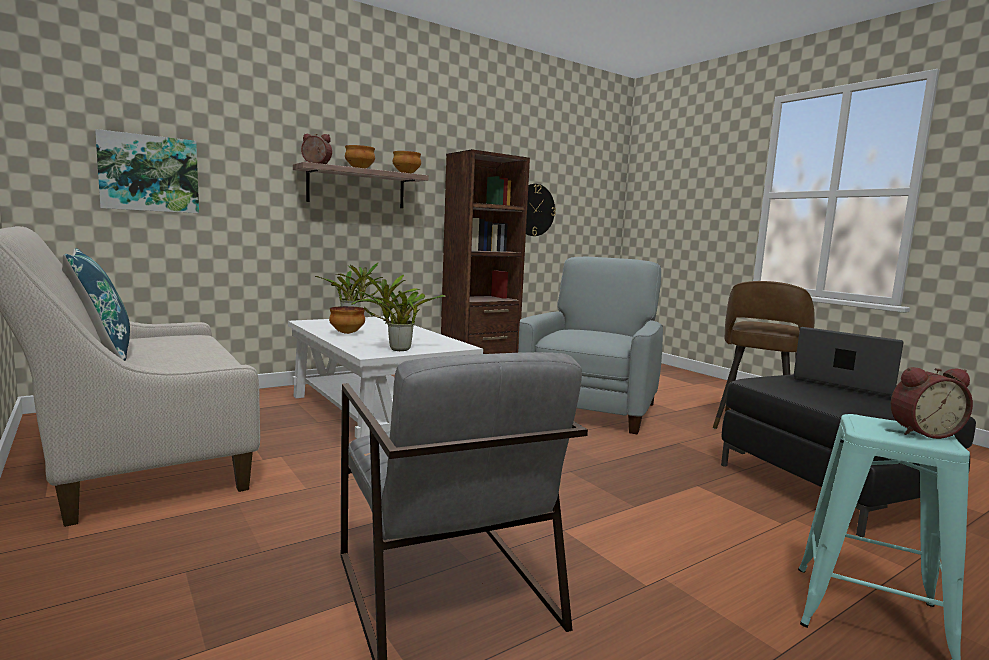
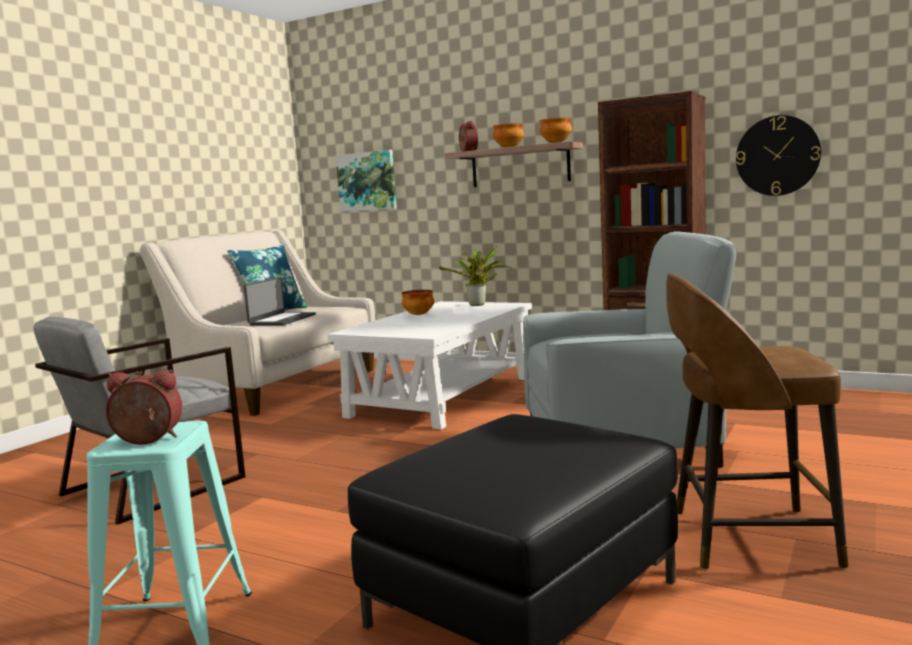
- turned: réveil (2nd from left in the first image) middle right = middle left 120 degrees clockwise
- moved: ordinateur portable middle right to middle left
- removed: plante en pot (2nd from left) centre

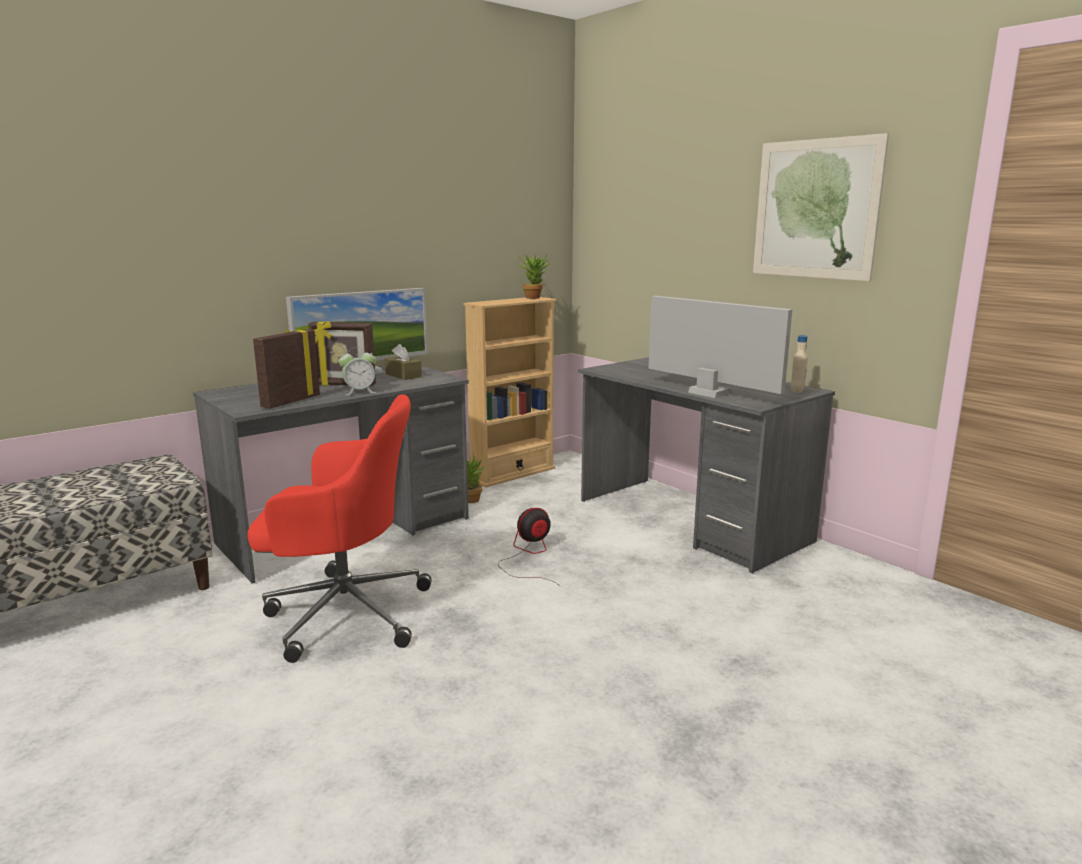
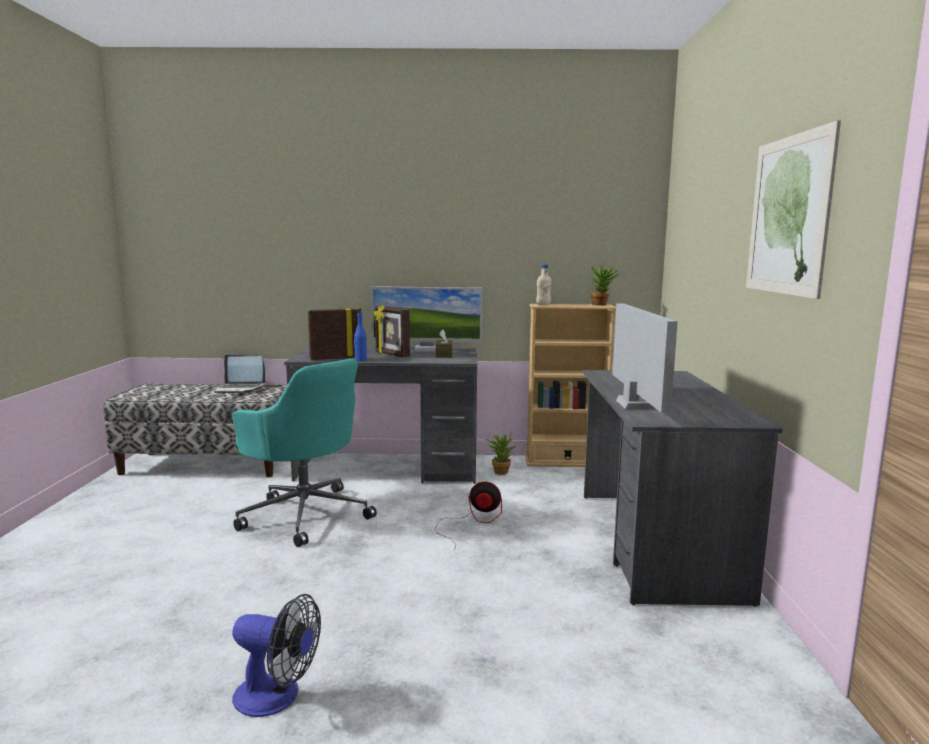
- added: ordinateur portable middle left
- recoloured: chaise de bureau/rouge middle left to chaise de bureau/turquoise middle left
- added: ventilateur (1st from left) bottom left
- added: bouteille/bleu centre
- moved: bouteille/beige middle right to centre
- removed: réveil middle left

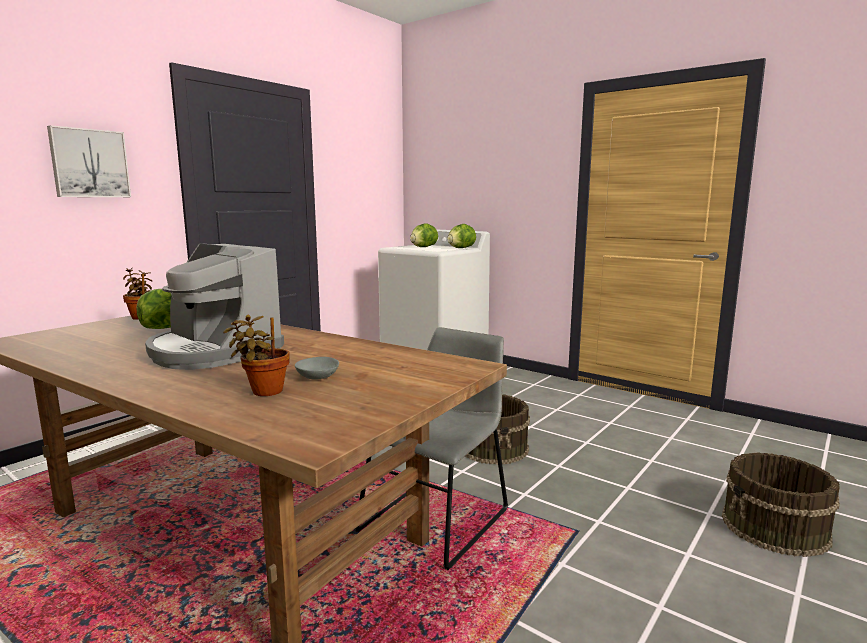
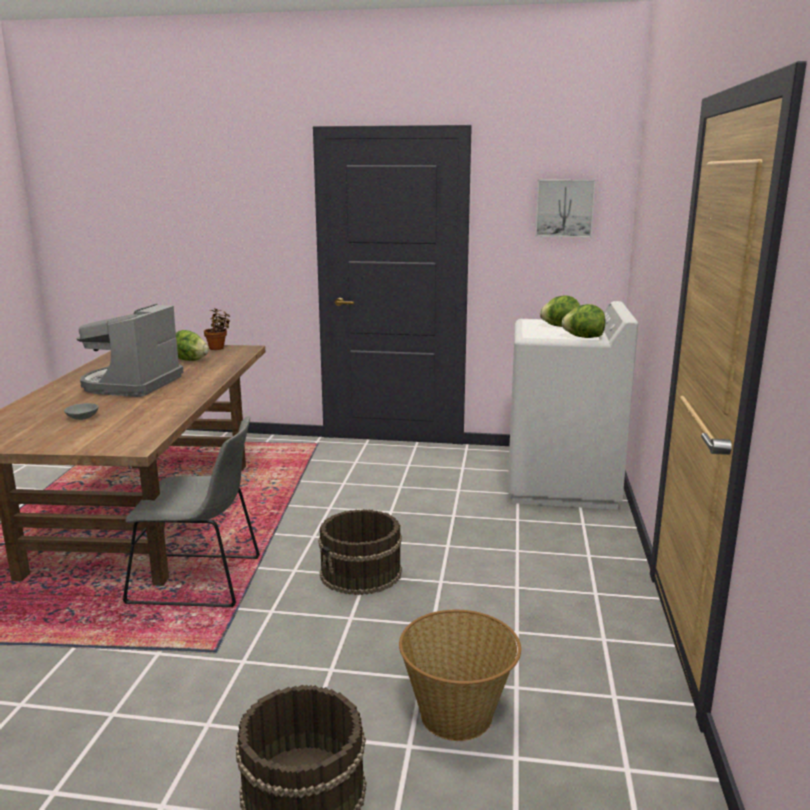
- added: panier bottom centre
- moved: tableau top left to top right
- removed: plante en pot (2nd from left) middle left

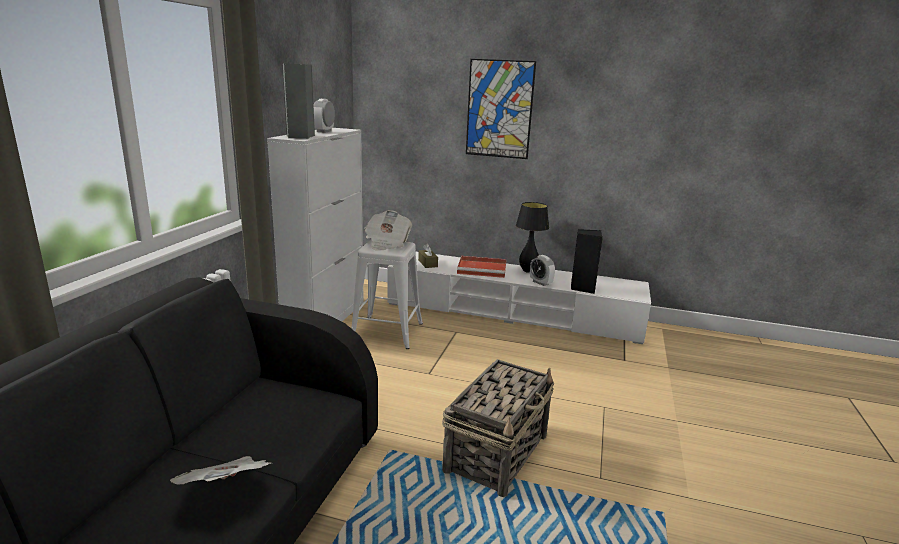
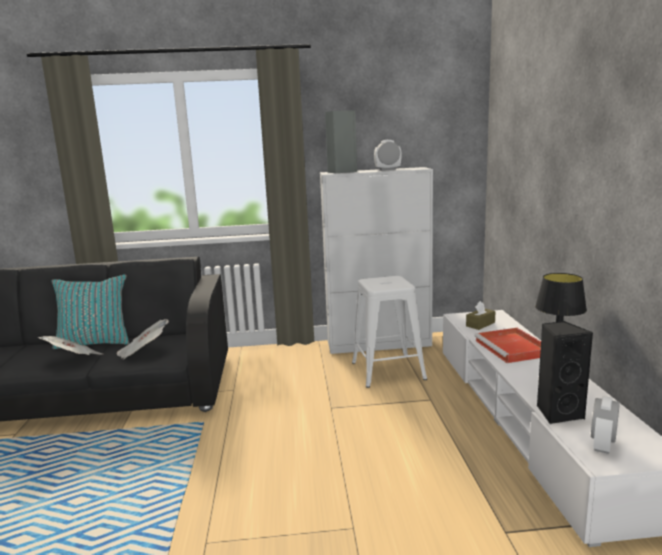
- added: coussin/turquoise middle left
- moved: journal (2nd from left) centre to middle left
- moved: réveil (2nd from left) centre to bottom right
- removed: panier bottom centre
- removed: tableau top centre

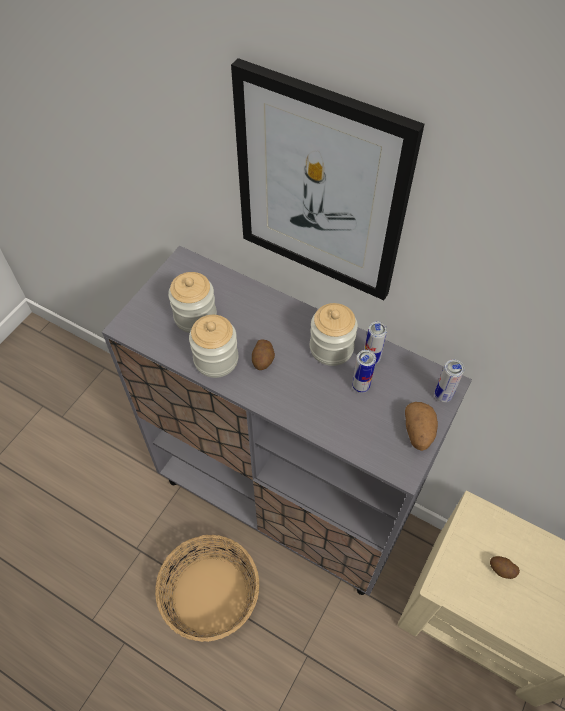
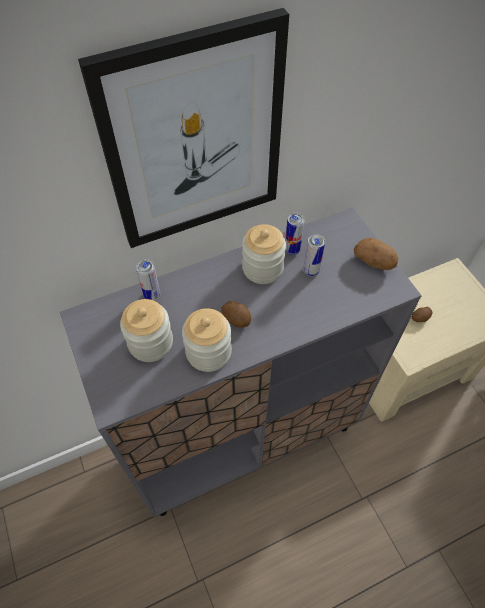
- moved: boîte métallique (3rd from left in the first image) middle right to boîte métallique (1st from left) middle left
- removed: panier bottom centre

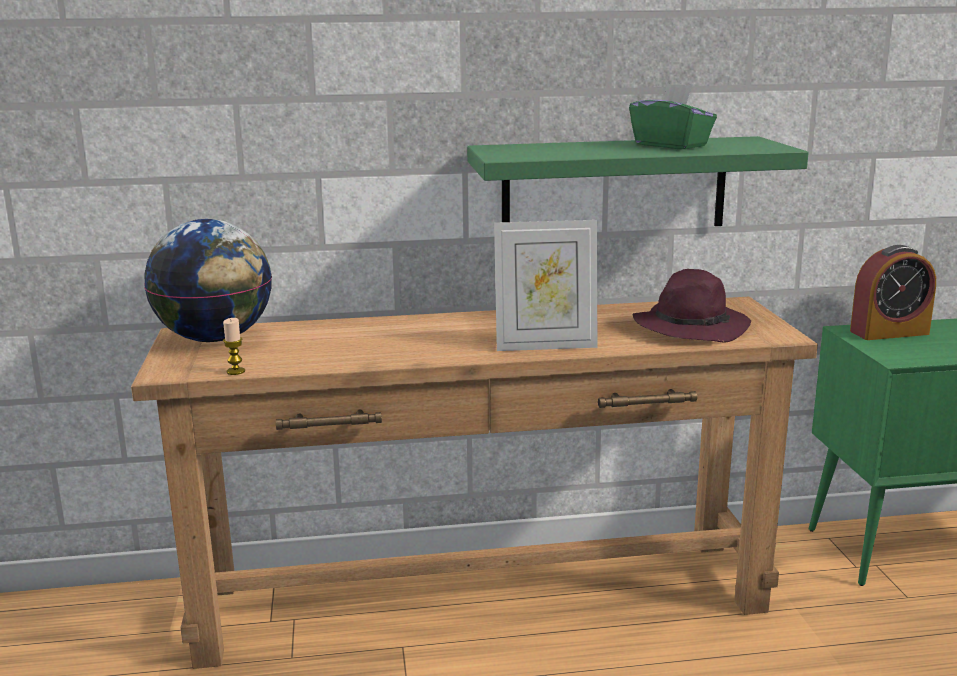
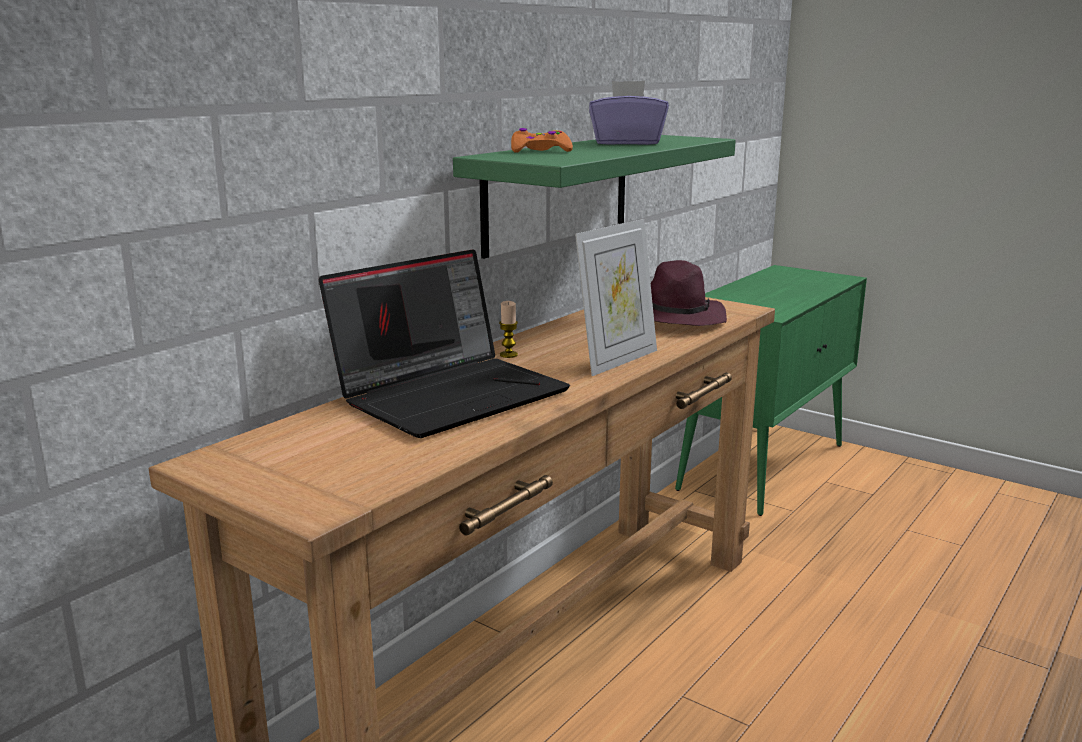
- added: ordinateur portable centre
- moved: bougie middle left to centre
- added: manette/orange top centre
- recoloured: boîte à mouchoirs/vert top right to boîte à mouchoirs/violet top centre
- removed: globe middle left
- removed: réveil middle right

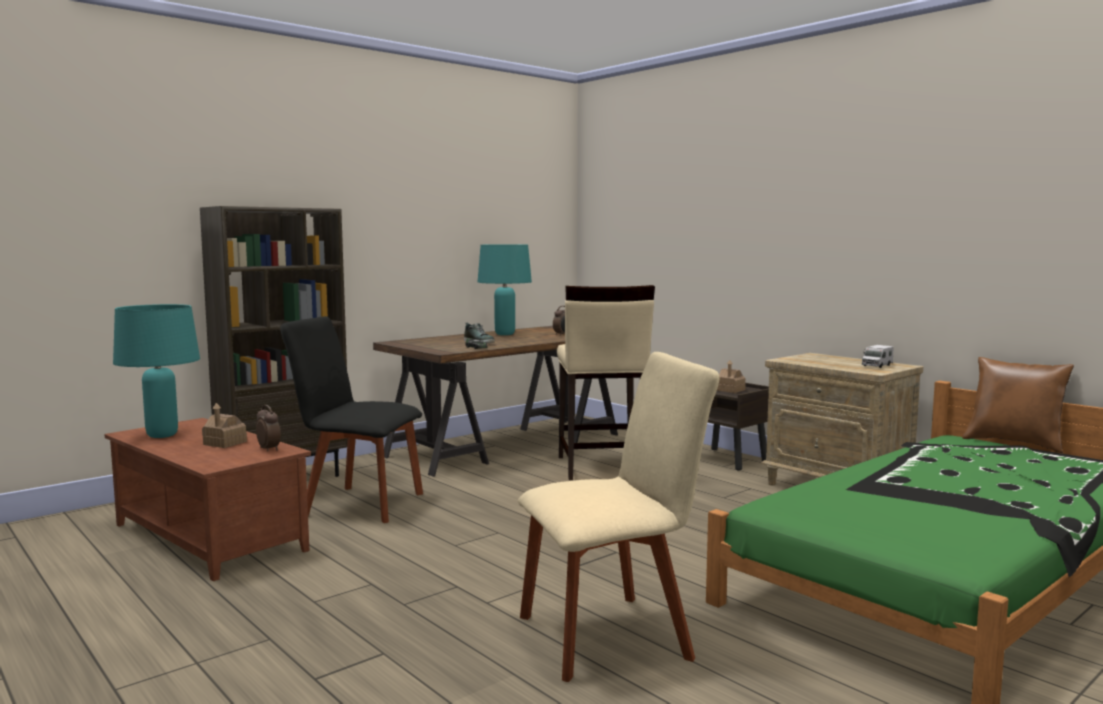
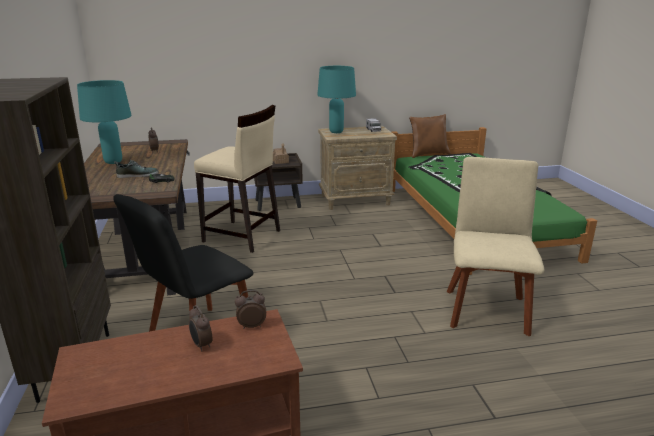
- replaced: maison miniature (1st from left) middle left to réveil (2nd from left) bottom left
- moved: lampe de table/turquoise (1st from left in the first image) middle left to lampe de table/turquoise (2nd from left) top centre

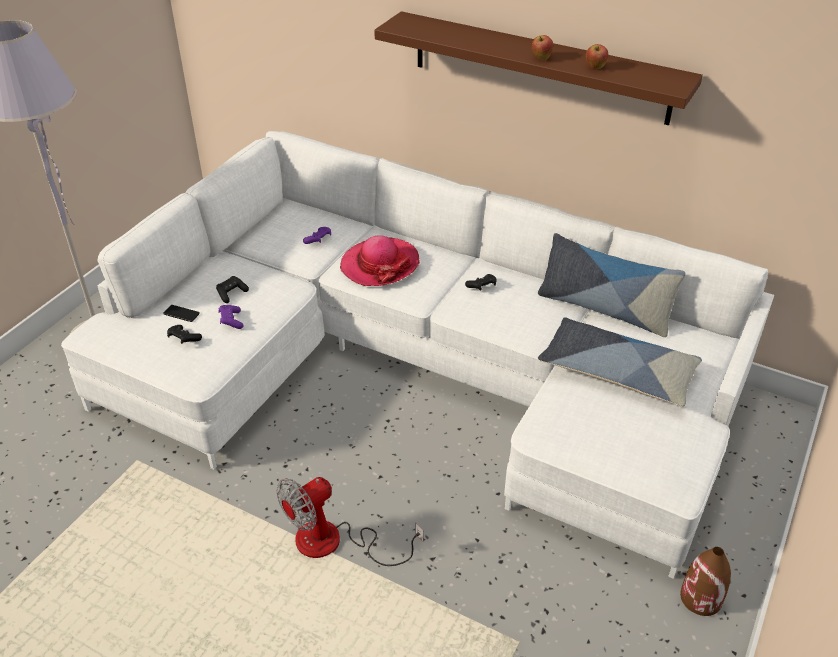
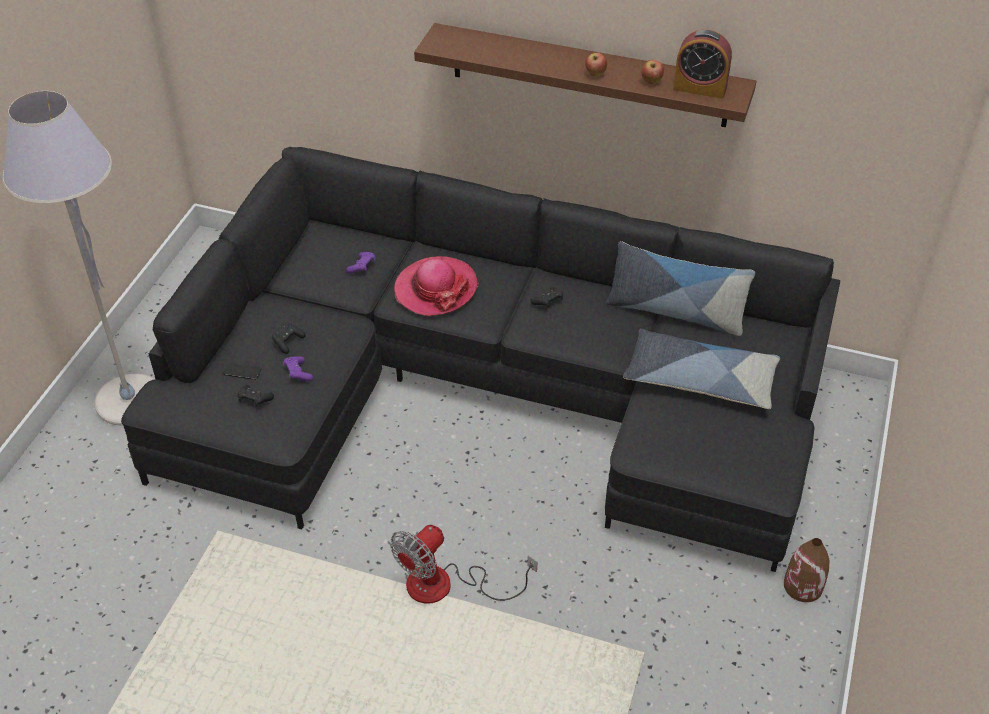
- recoloured: canapé/blanc centre to canapé/noir centre
- added: réveil top right

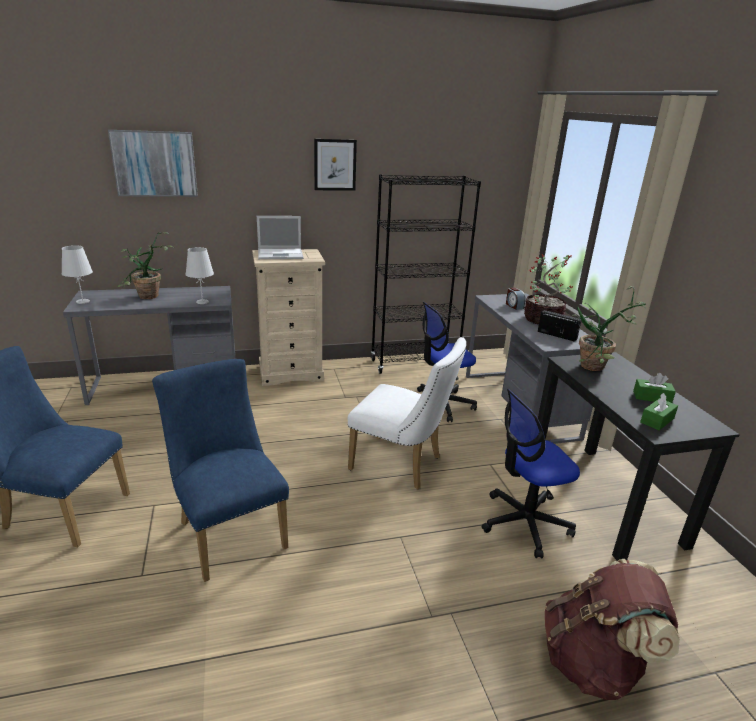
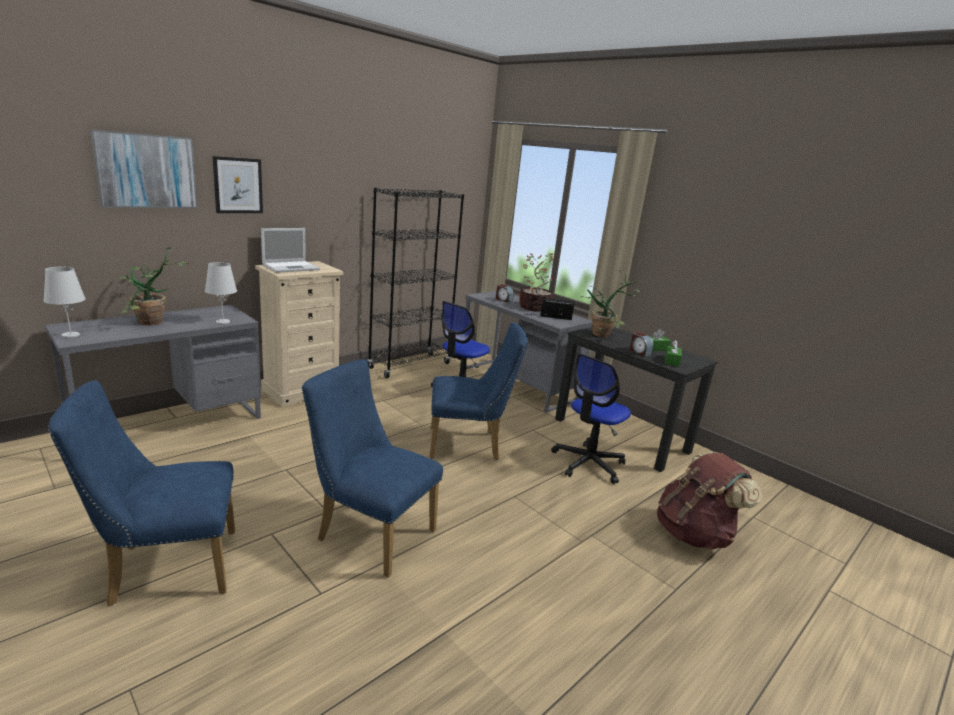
- moved: tableau (2nd from left) top centre to top left
- recoloured: chaise/blanc centre to chaise/bleu (3rd from left) centre
- added: réveil (2nd from left) middle right

